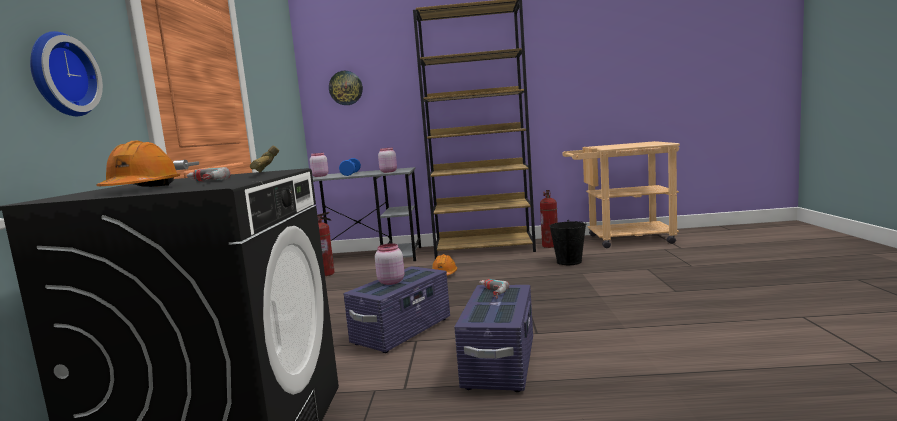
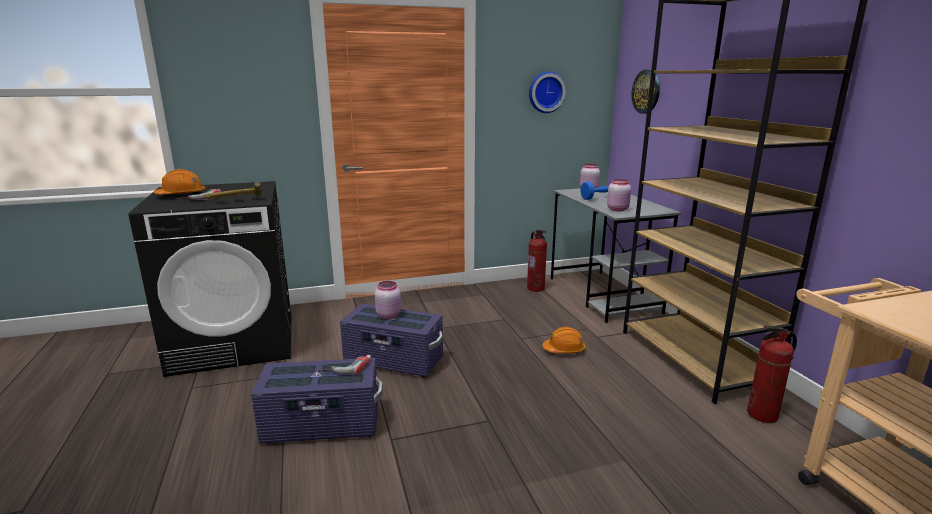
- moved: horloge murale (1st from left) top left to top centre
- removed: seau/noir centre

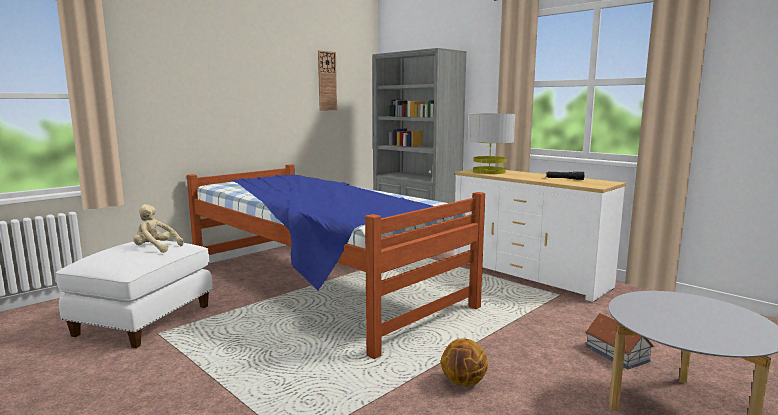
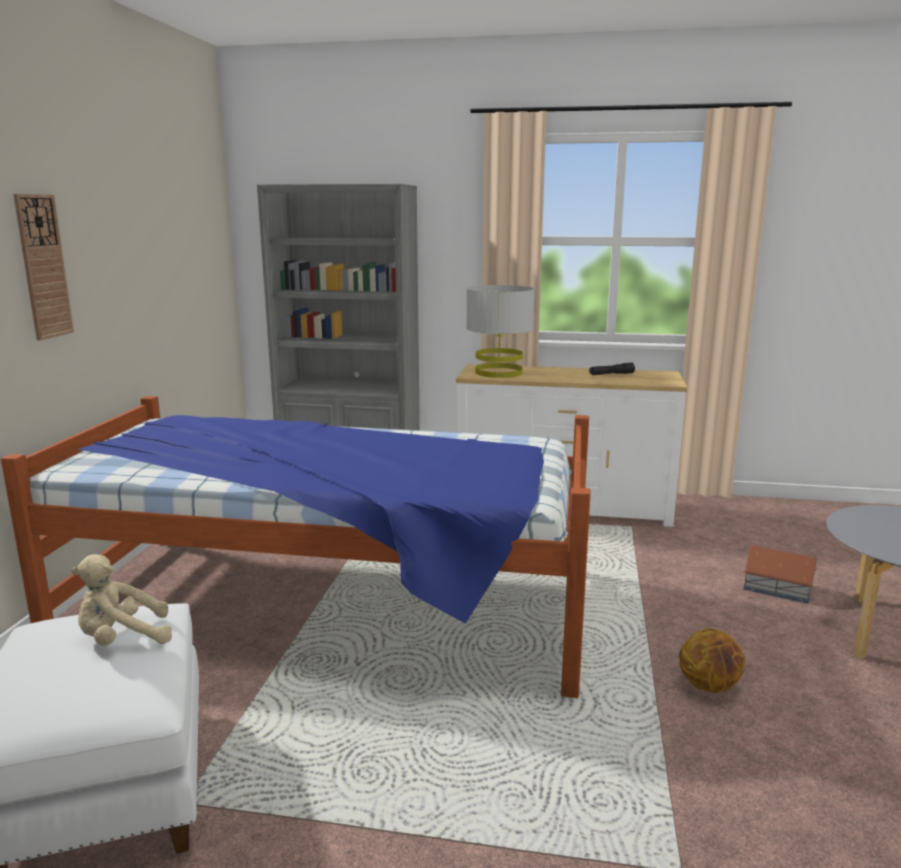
- moved: horloge murale top centre to top left

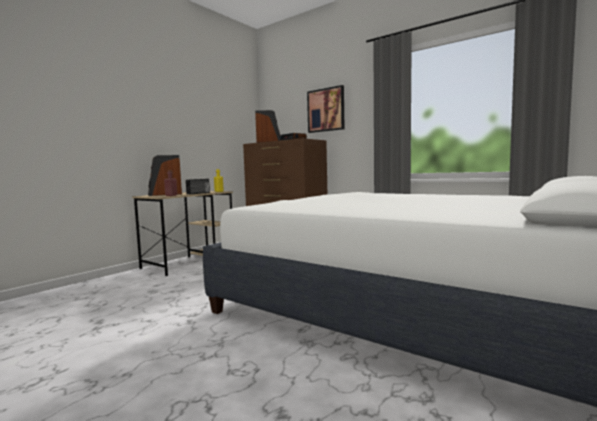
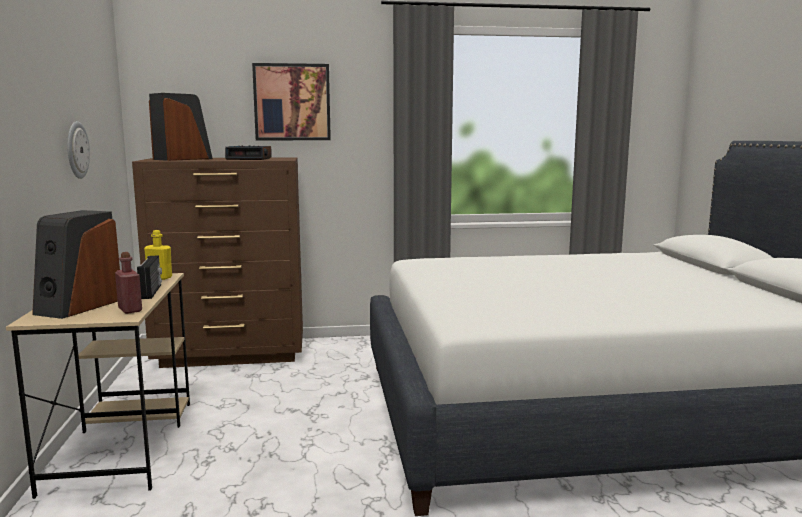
- added: horloge murale top left

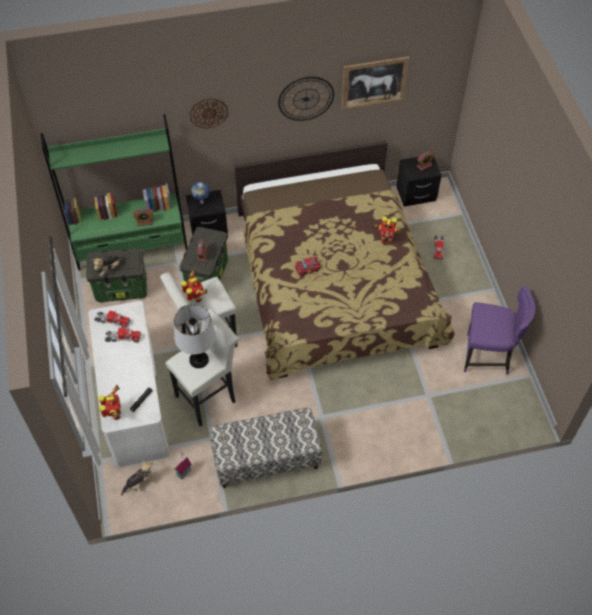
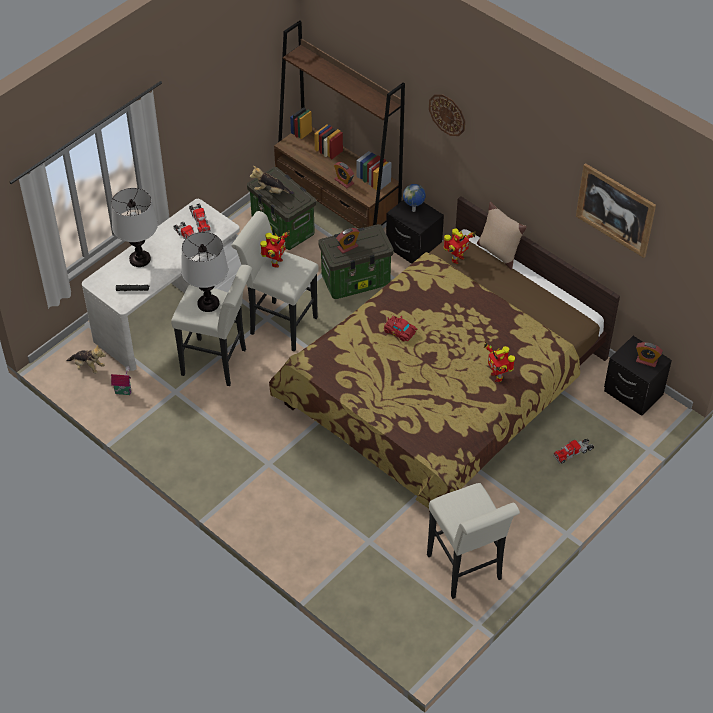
- added: lampe de table (1st from left) top left
- recoloured: bibliothèque/vert top left to bibliothèque/marron top centre
- replaced: chaise/violet middle right to tabouret/blanc (3rd from left) bottom centre
- moved: robot jouet (1st from left in the first image) middle left to robot jouet (2nd from left) centre
- added: coussin/beige top right
- removed: banc bottom centre
- removed: horloge murale (2nd from left) top centre

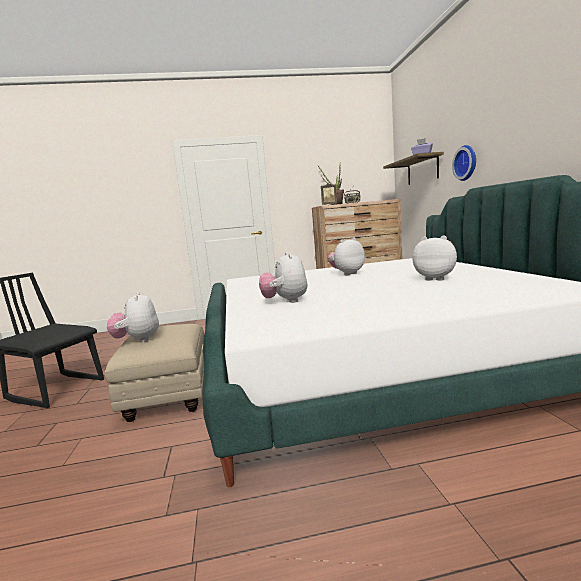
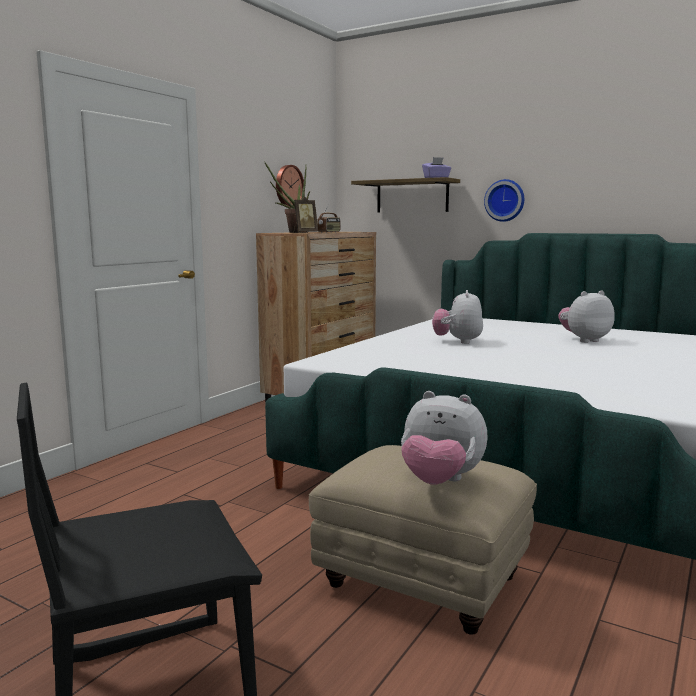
- added: horloge murale (1st from left) top centre
- removed: peluche (2nd from left) centre

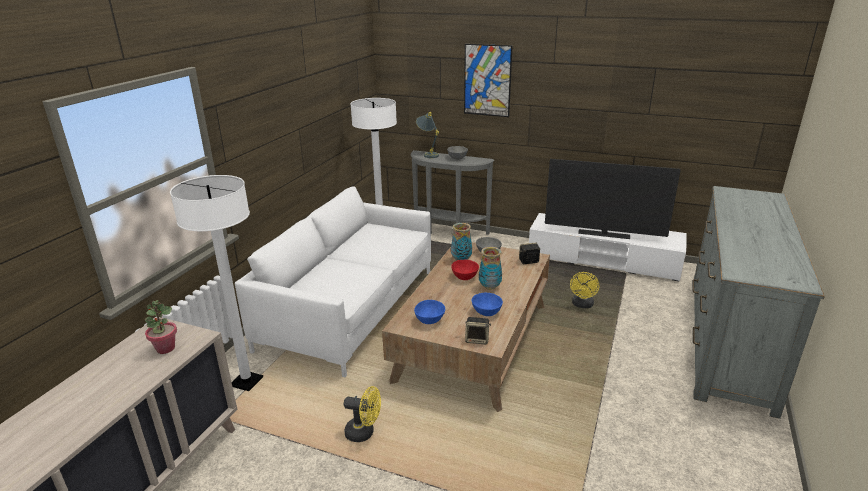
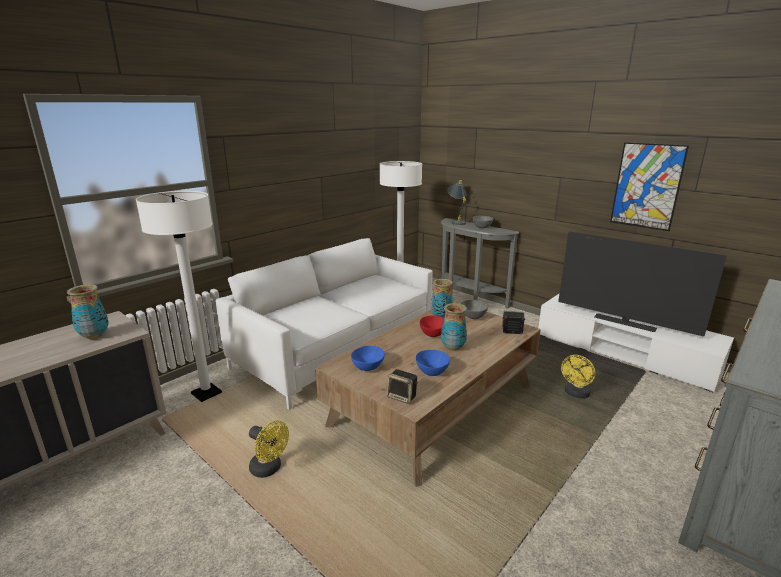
- replaced: plante en pot middle left to vase (1st from left) middle left
- moved: tableau top centre to top right

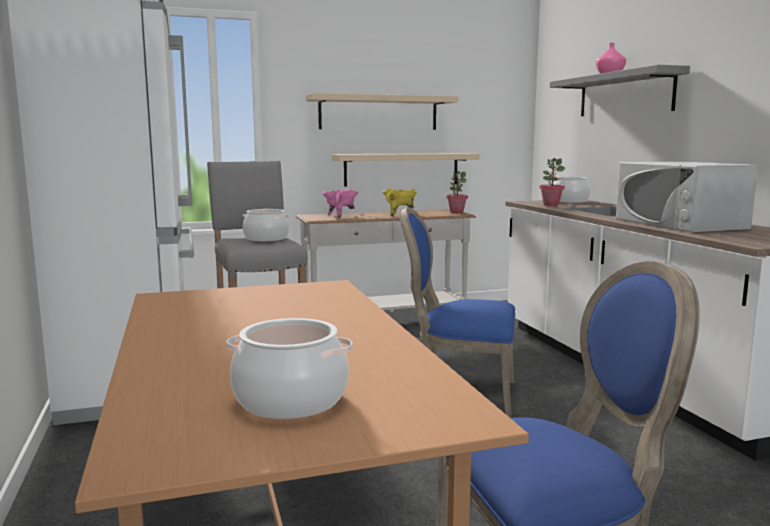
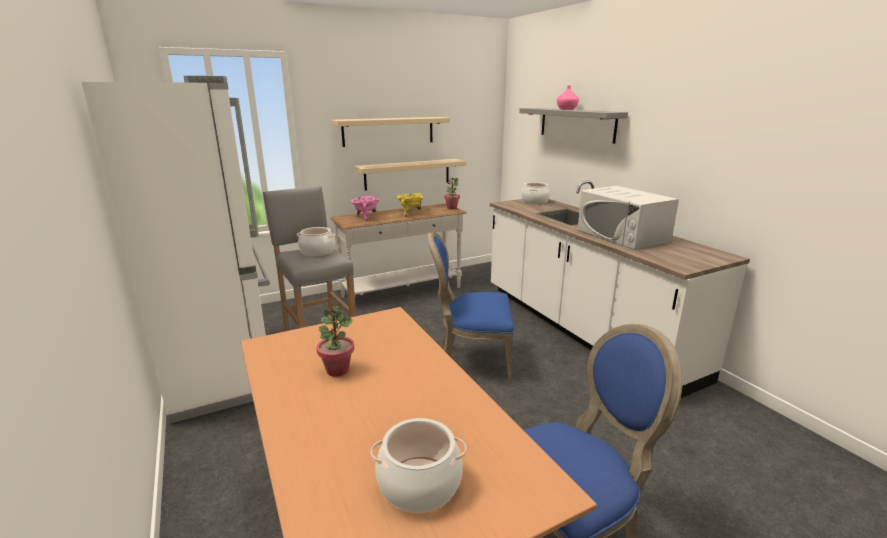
- moved: plante en pot (2nd from left in the first image) middle right to plante en pot (1st from left) centre

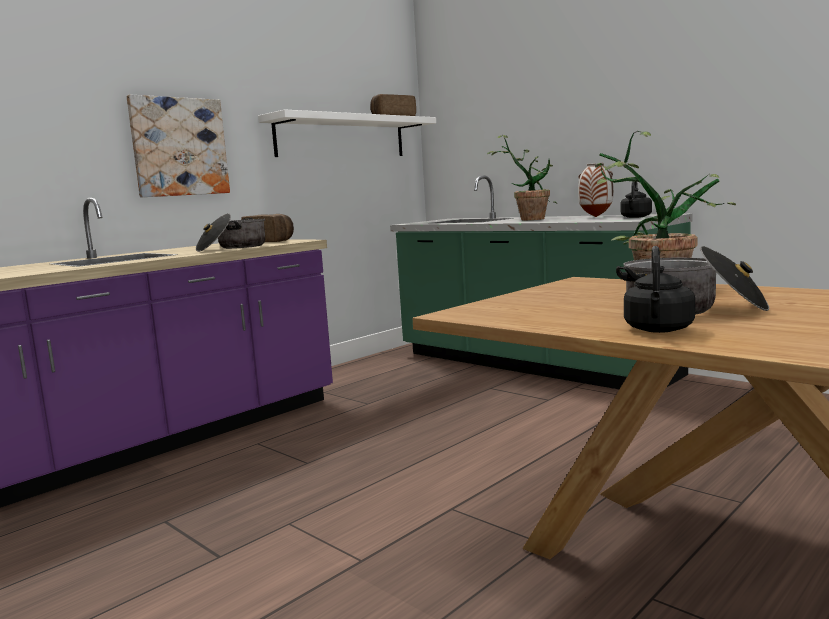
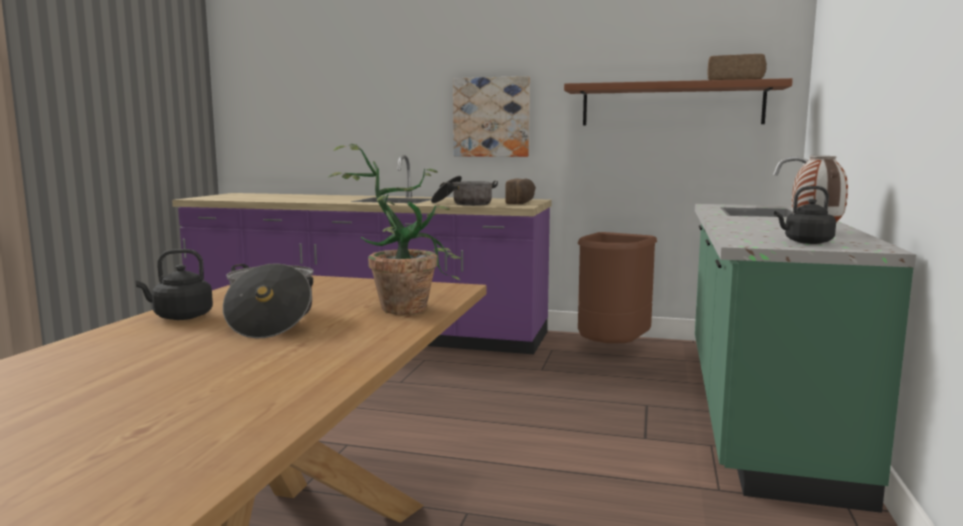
- recoloured: étagère/blanc top centre to étagère/marron top right
- added: poubelle/marron centre
- removed: plante en pot (1st from left) top centre

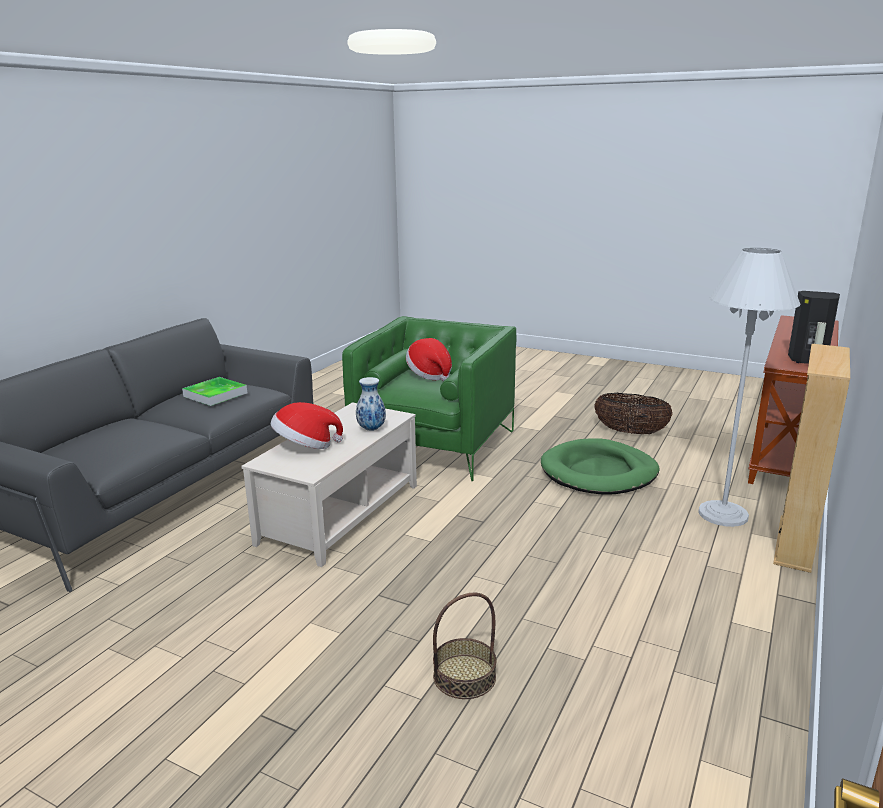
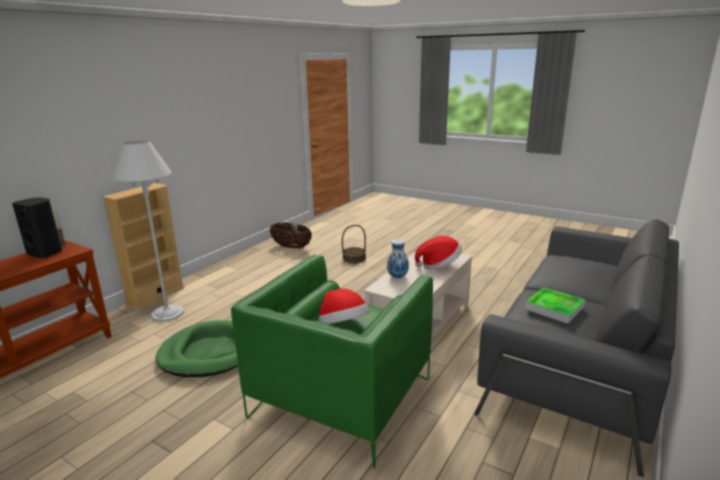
- moved: panier (2nd from left in the first image) middle right to panier (1st from left) centre

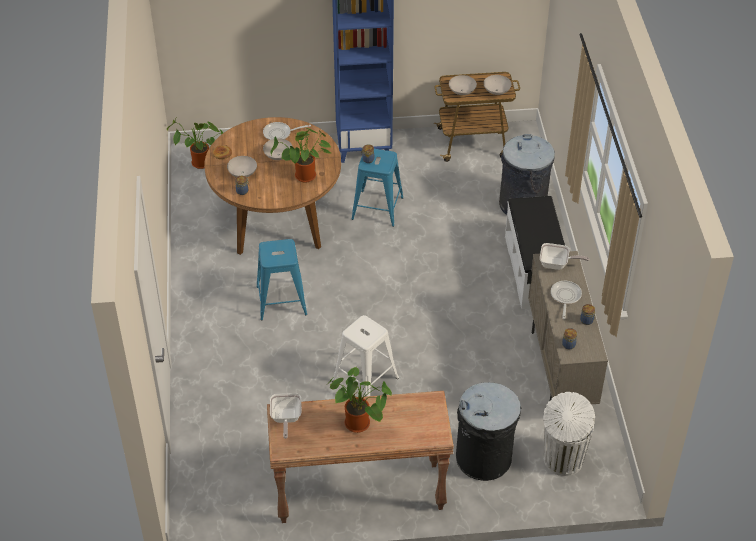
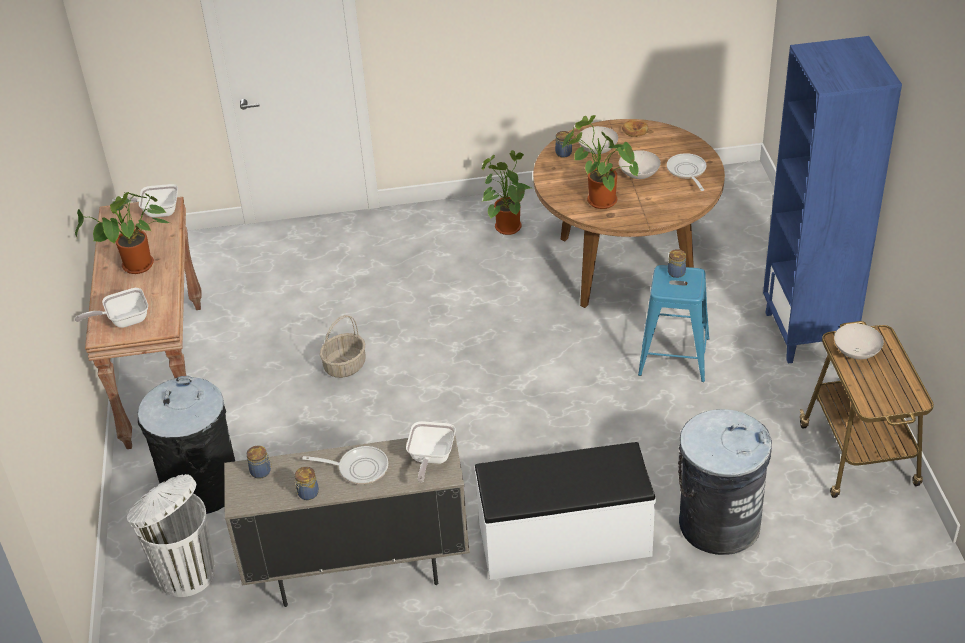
- added: poêle (1st from left) middle left
- replaced: tabouret/blanc centre to panier centre
- moved: plante en pot (1st from left in the first image) top left to plante en pot (2nd from left) top centre
- removed: tabouret/bleu (1st from left) centre
- removed: bol/blanc (4th from left) top centre

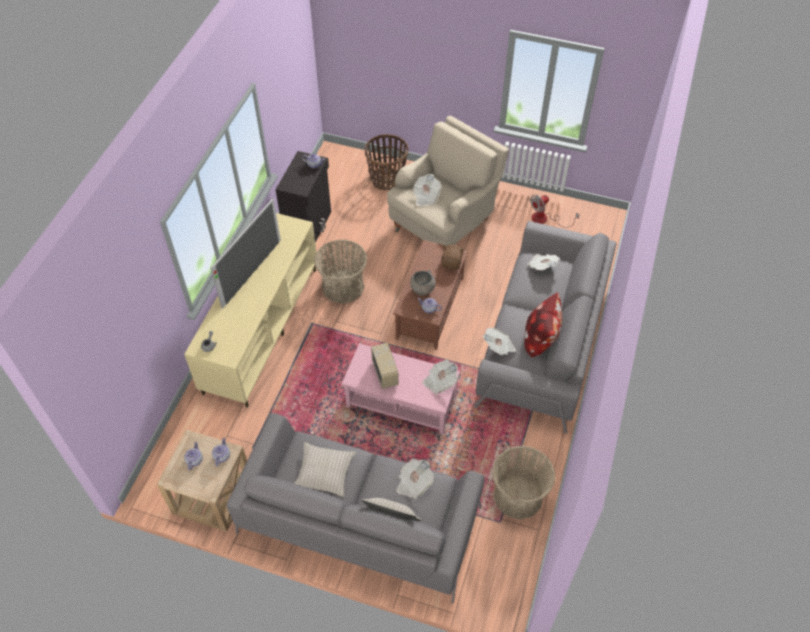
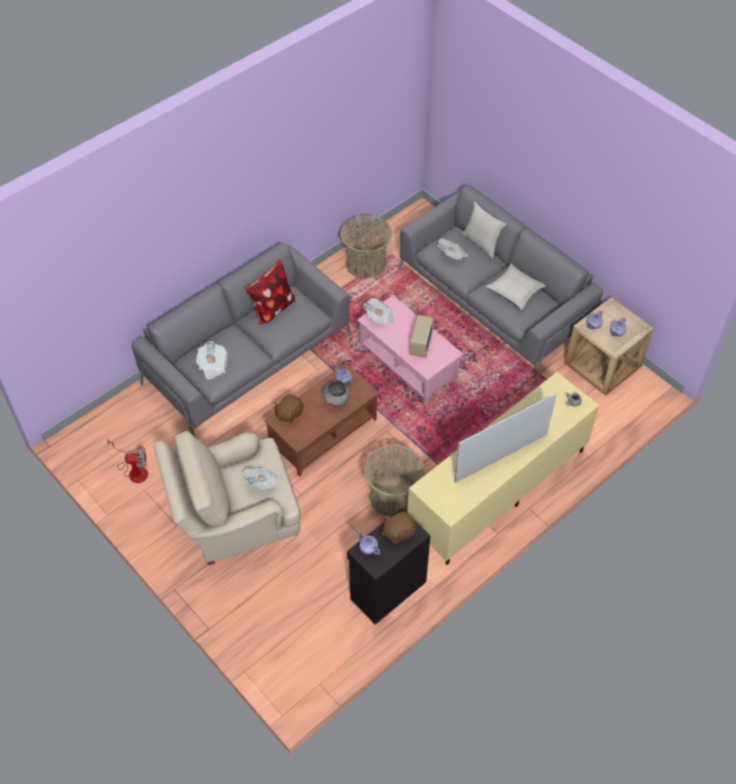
- added: peluche/marron (2nd from left) bottom centre
- removed: panier (2nd from left) top centre
- removed: journal (4th from left) centre

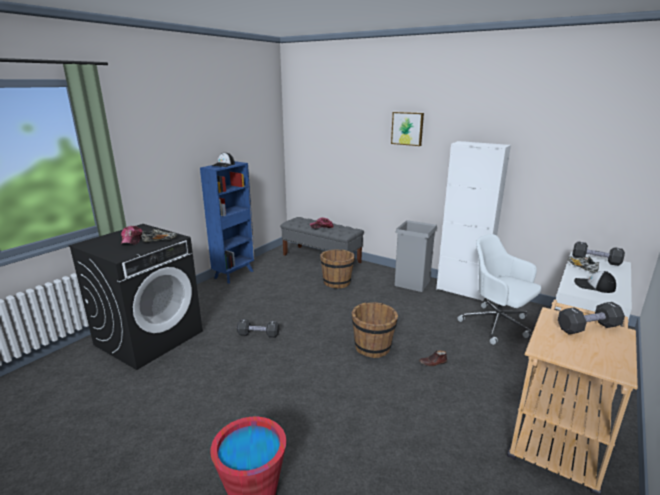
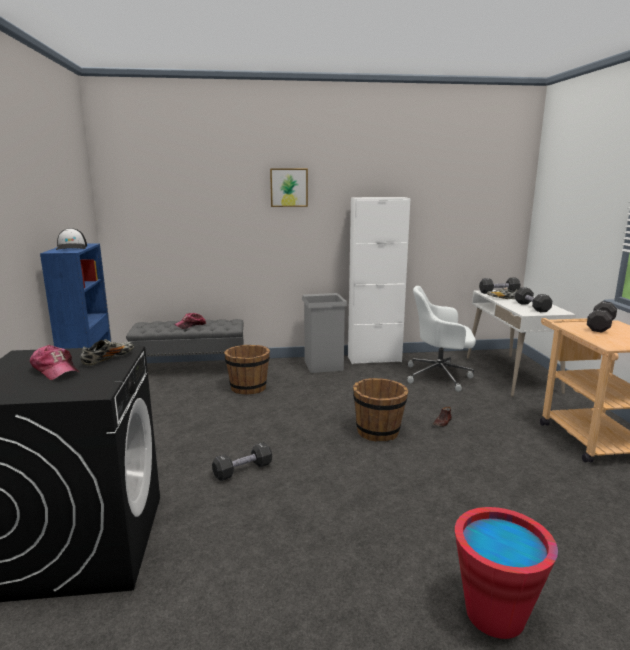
- replaced: casquette (4th from left) middle right to haltère/noir (3rd from left) middle right

